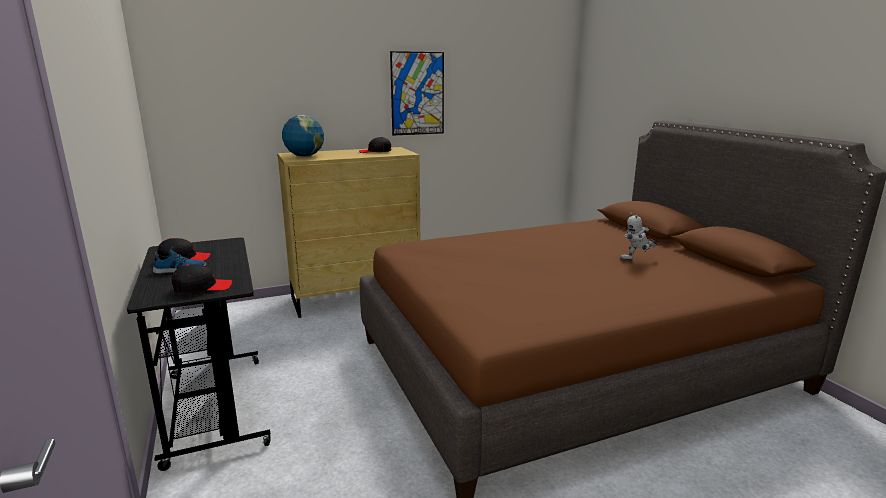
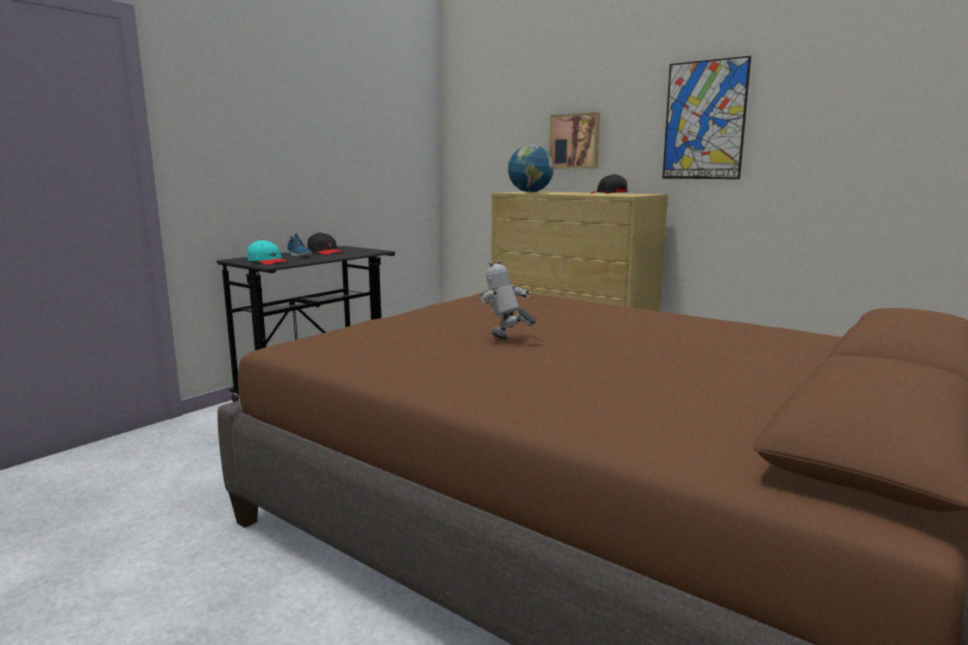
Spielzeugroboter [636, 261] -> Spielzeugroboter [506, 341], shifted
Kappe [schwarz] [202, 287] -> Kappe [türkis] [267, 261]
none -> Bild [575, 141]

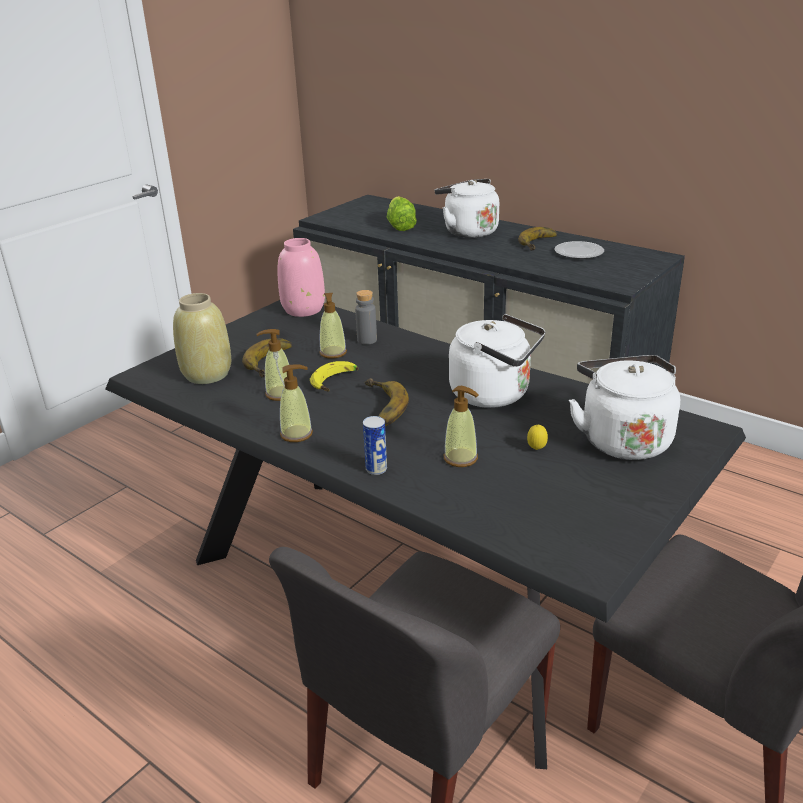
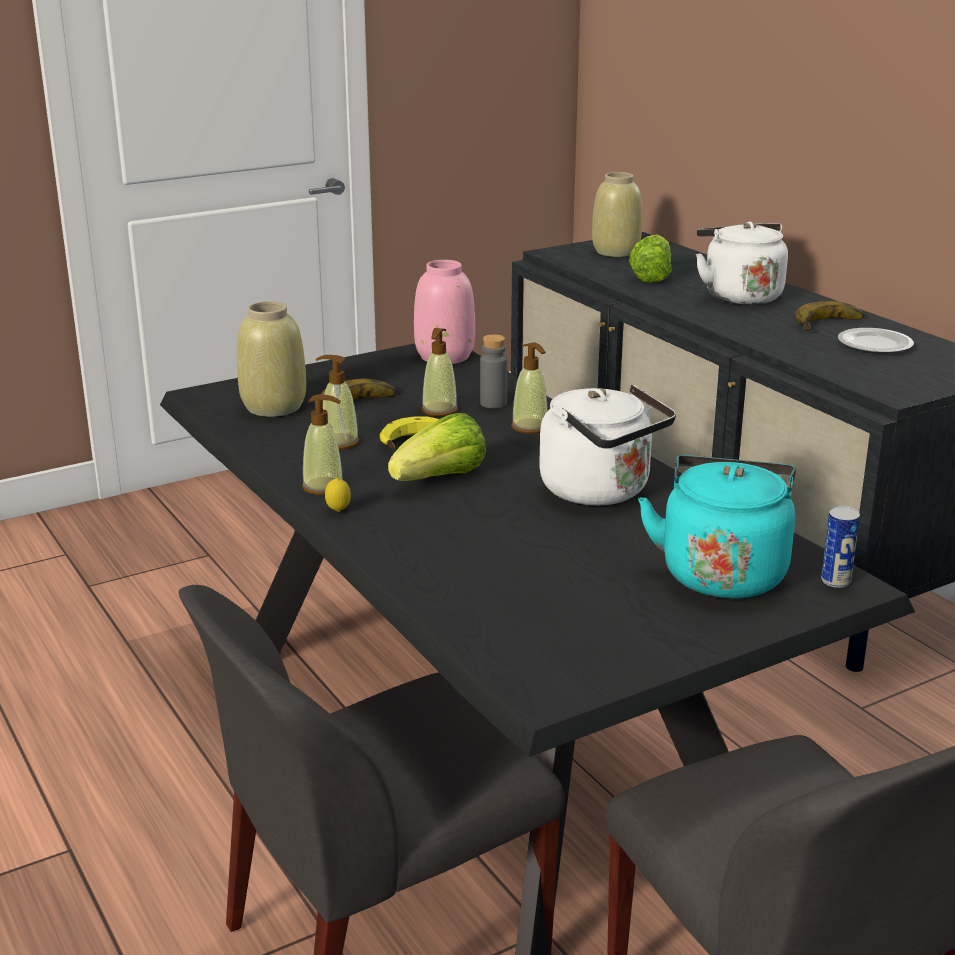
Wasserkessel [weiß] [622, 439] -> Wasserkessel [türkis] [722, 572]
Banane [378, 408] -> Salatkopf [441, 479]
Seifenspender [461, 458] -> Seifenspender [530, 427], shifted
Dose [376, 469] -> Dose [835, 581], shifted
Zitrone [536, 449] -> Zitrone [338, 511], shifted
none -> Vase [beige] [616, 252]

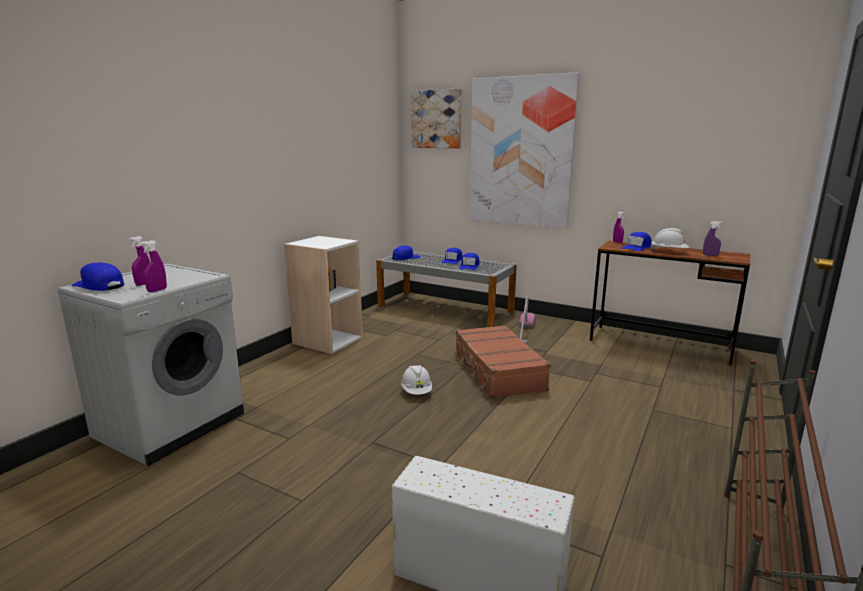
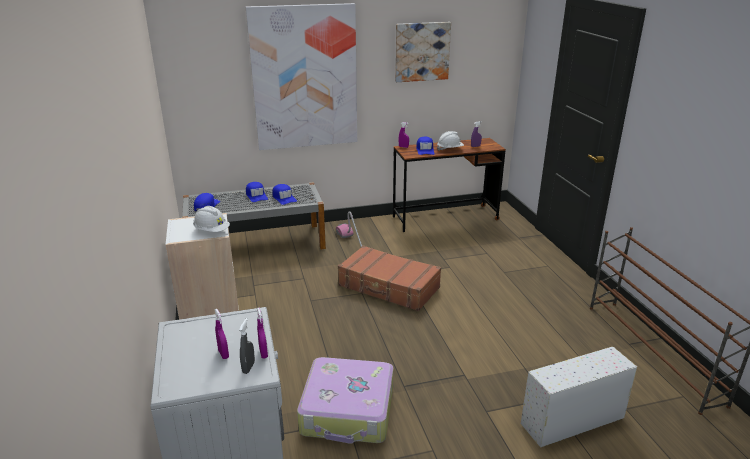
Bild [437, 119] -> Bild [422, 51], shifted
Kappe [blau] [99, 285] -> none
Schutzhelm [weiß] [416, 391] -> Schutzhelm [weiß] [212, 231], shifted
none -> Sprühflasche [grau] [248, 367]
none -> Koffer [348, 411]

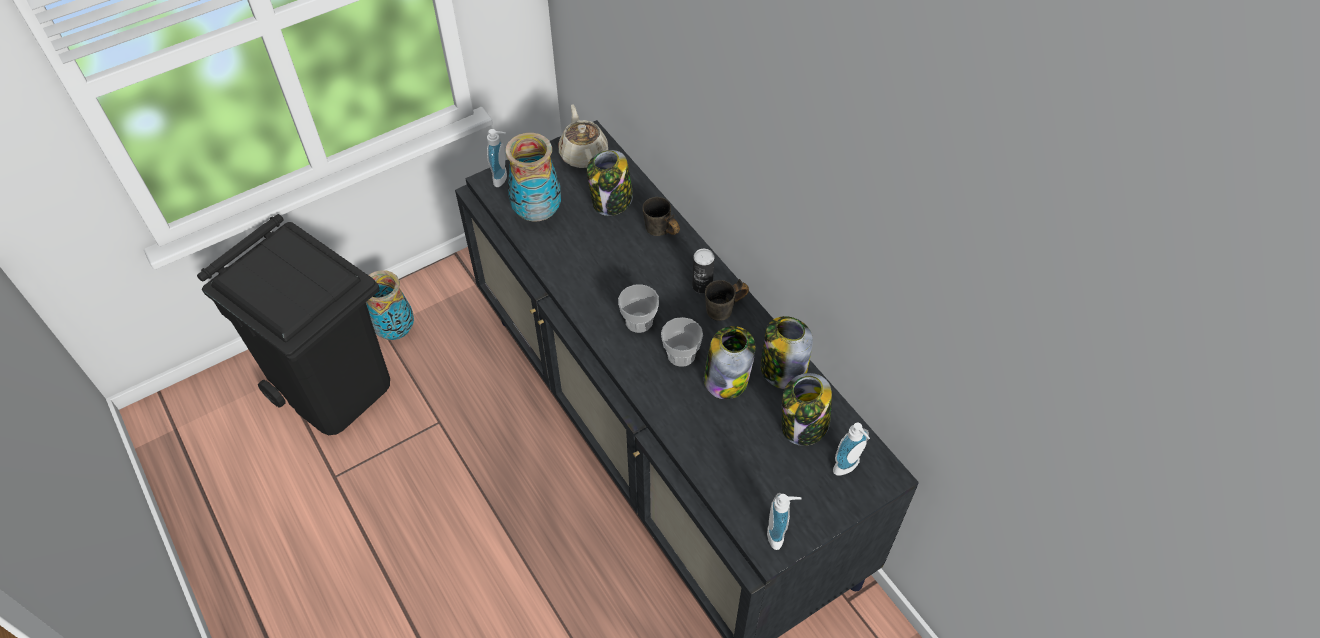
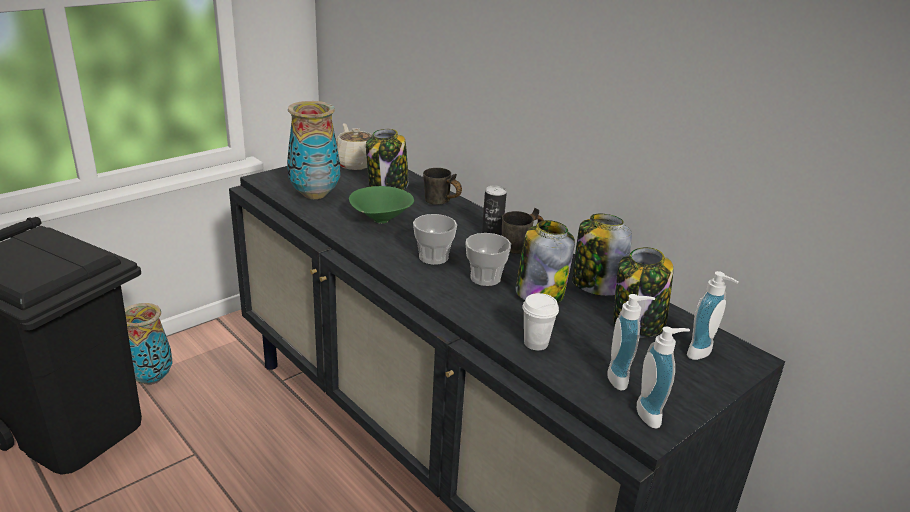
Seifenspender [503, 178] -> Seifenspender [622, 378], shifted
none -> Schüssel [grün] [380, 221]
none -> Tasse [weiß] [536, 343]

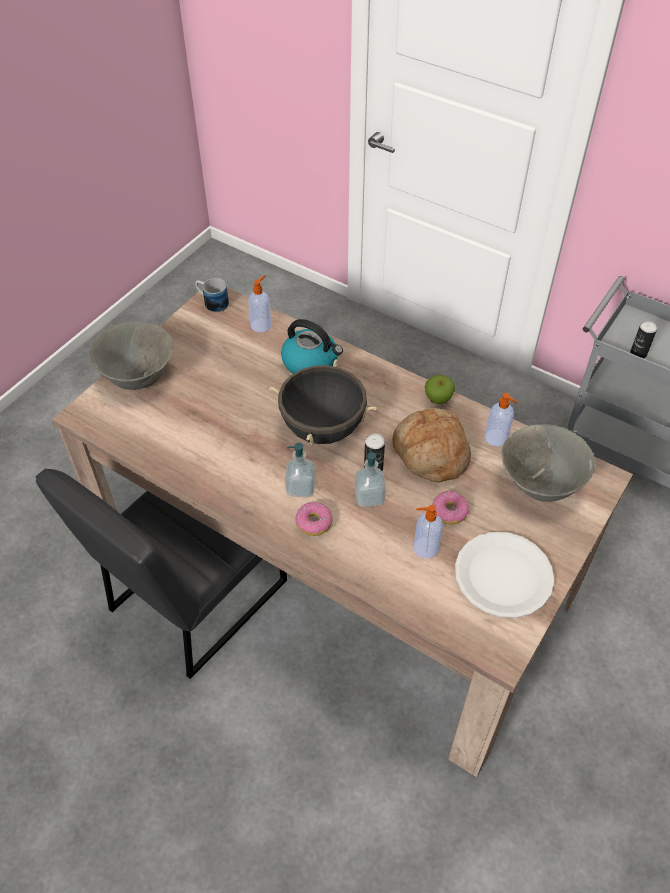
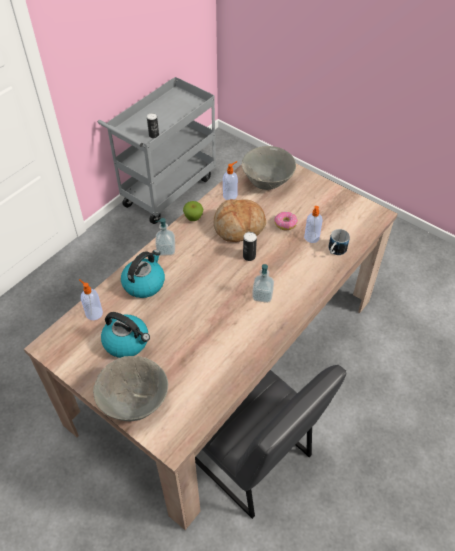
Henkelbecher [212, 302] -> Henkelbecher [335, 251], shifted
Kochtopf [schwarz] [323, 428] -> none
Seifenspender [369, 497] -> Seifenspender [166, 250], shifted
Donut [314, 523] -> none
Teller [weiß] [503, 575] -> none
none -> Wasserkessel [127, 342]

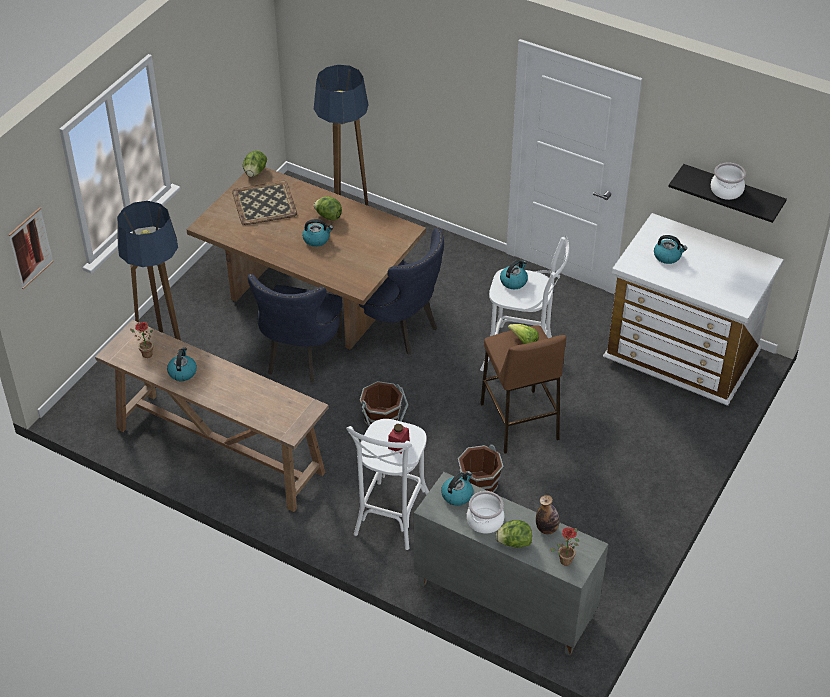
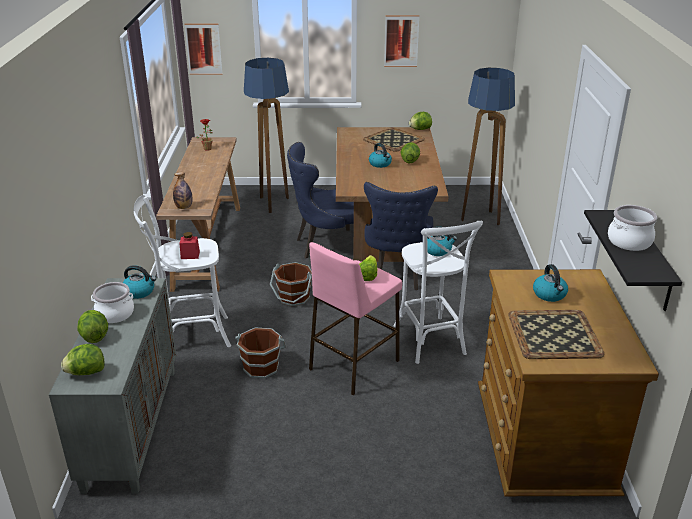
Kommode [weiß] [682, 357] -> Kommode [braun] [543, 442]
Hocker [braun] [519, 422] -> Hocker [rosa] [353, 365]
Wasserkessel [182, 372] -> none
Flasche [546, 529] -> Flasche [184, 207], shifted
Topfpflanze [566, 559] -> Salatkopf [86, 373]
none -> Bild [401, 41]
none -> Tablett [555, 335]

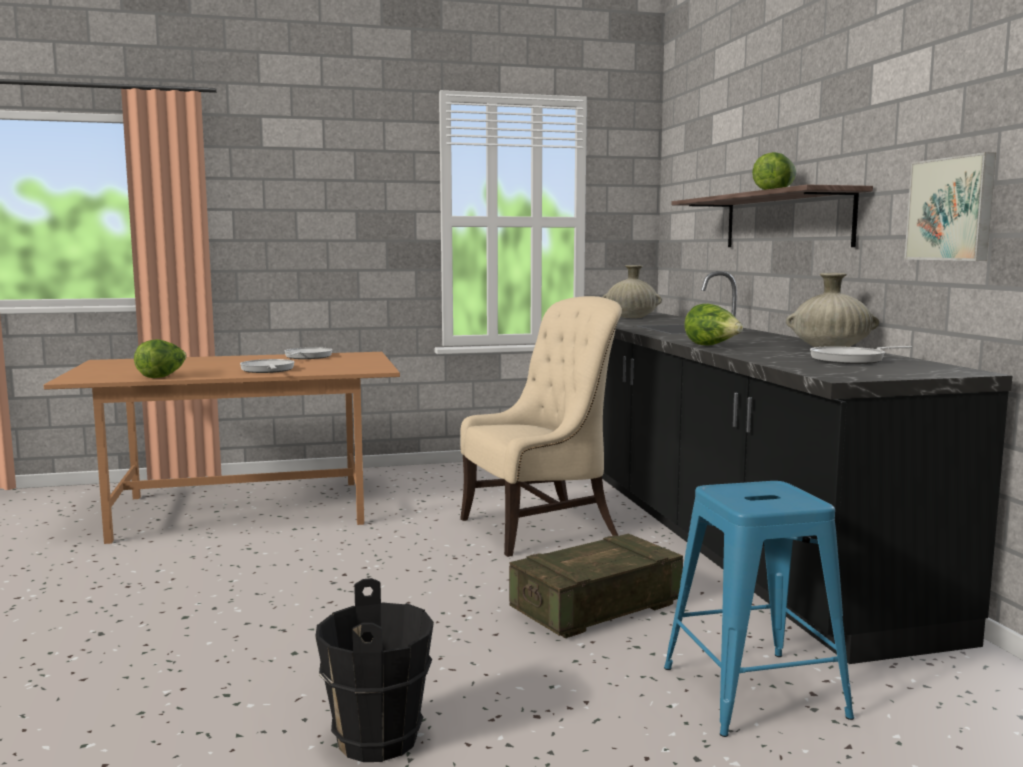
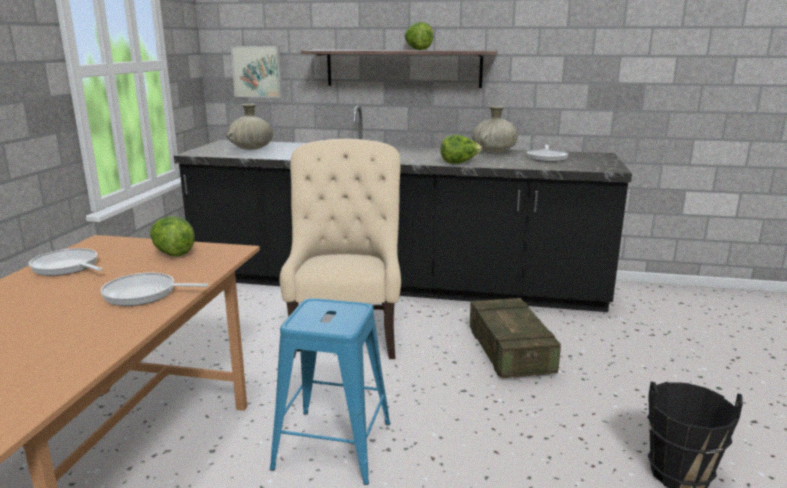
Bild [952, 209] -> Bild [258, 71], shifted
Salatkopf [162, 377] -> Salatkopf [172, 253], shifted
Hocker [blau] [753, 691] -> Hocker [blau] [333, 445], shifted

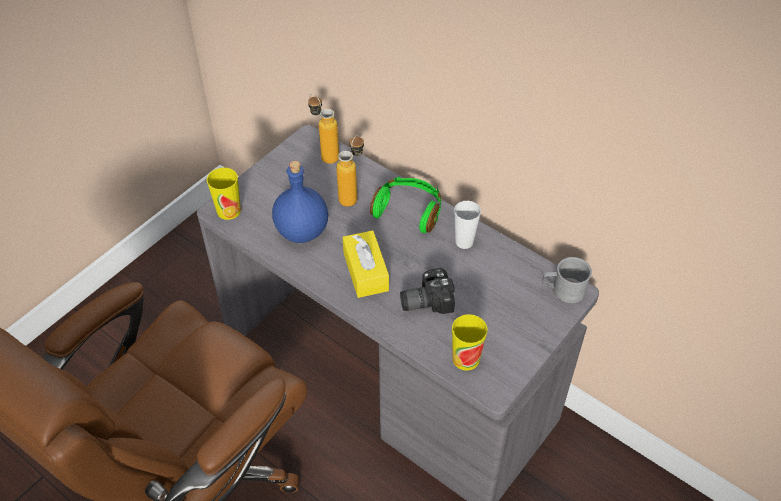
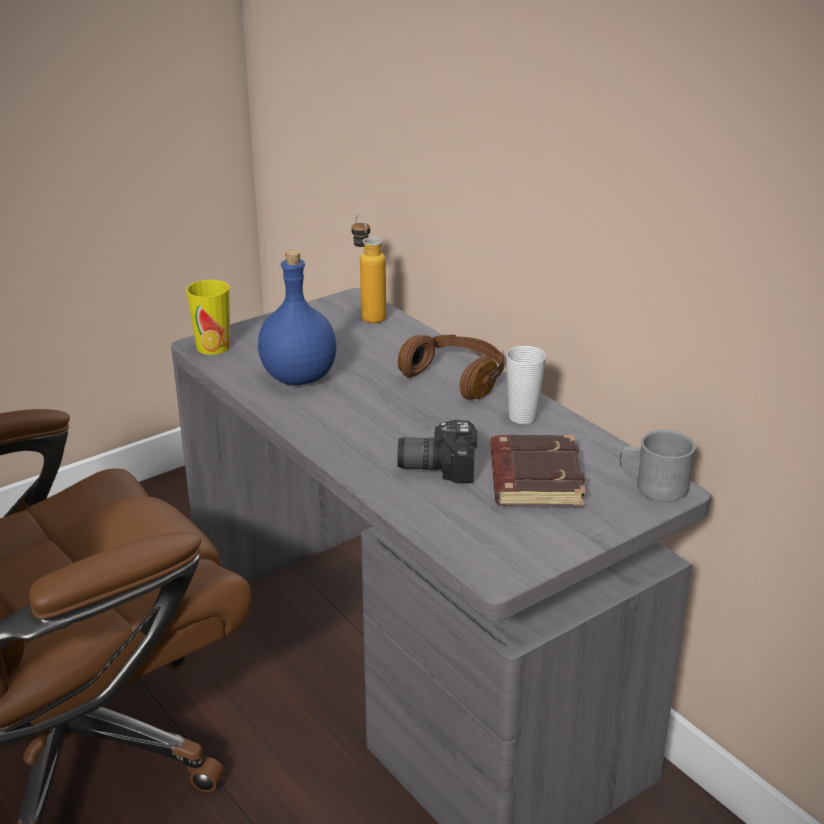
Flasche [352, 196] -> none
Kopfhörer [grün] [408, 210] -> Kopfhörer [braun] [456, 378]
Taschentuchbox [gelb] [365, 271] -> none
Tasse [466, 359] -> none
none -> Buch [braun] [533, 478]

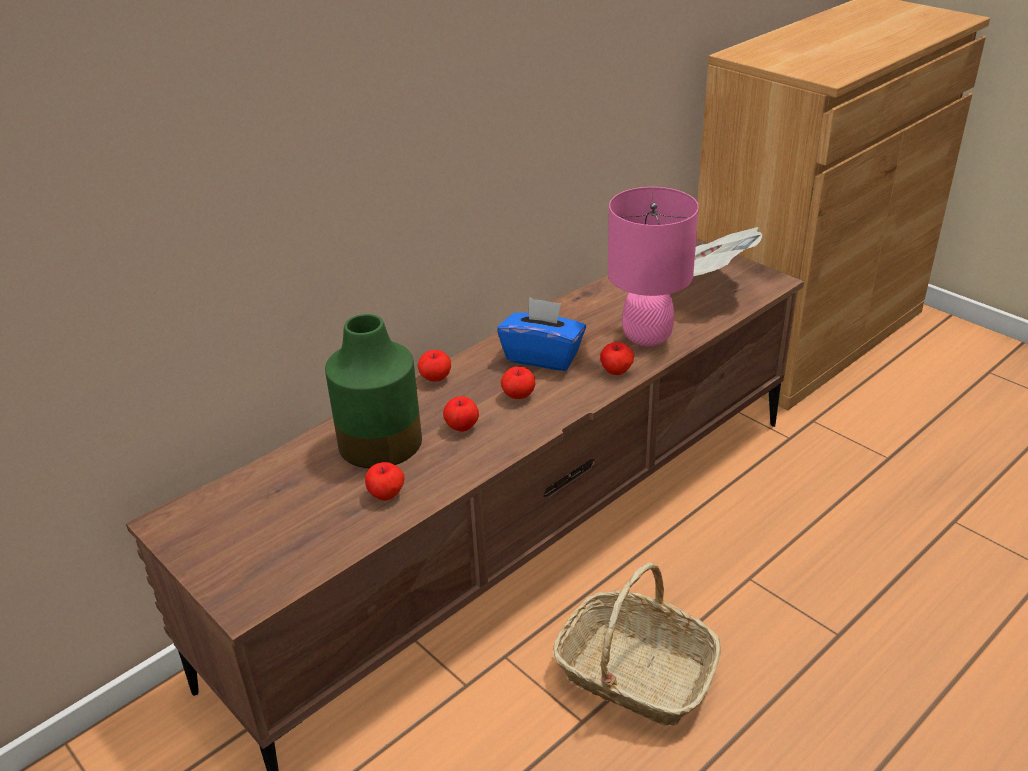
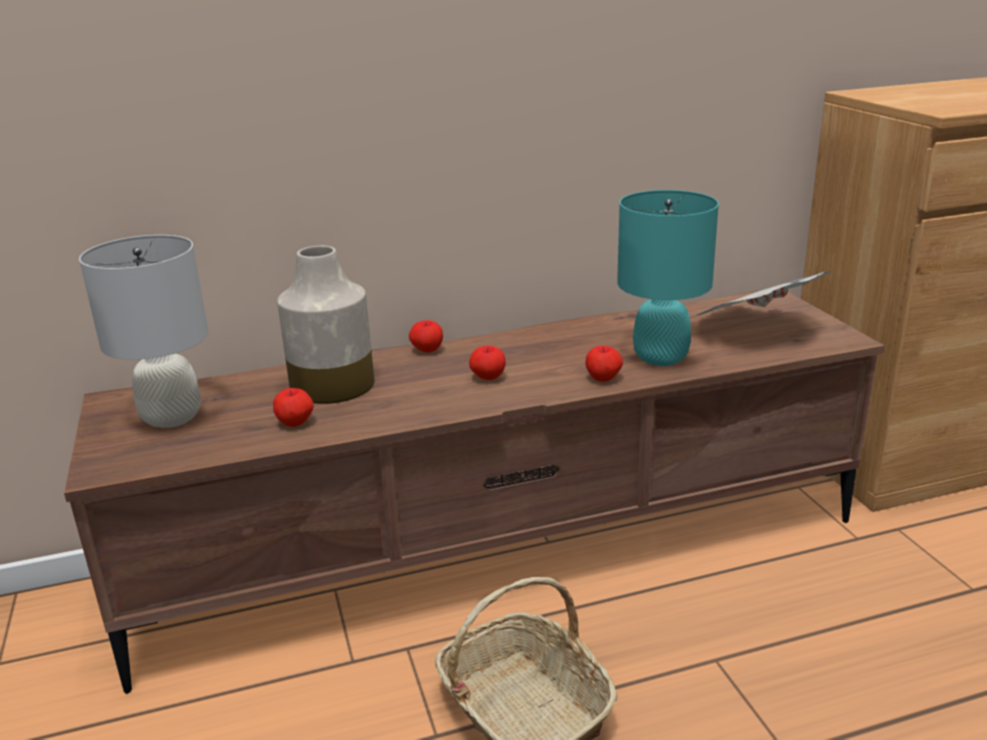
Tischlampe [rosa] [644, 338] -> Tischlampe [türkis] [658, 359]
Taschentuchbox [blau] [543, 356] -> none
Vase [grün] [379, 441] -> Vase [beige] [331, 384]
Apfel [462, 426] -> none
none -> Tischlampe [grau] [169, 419]

